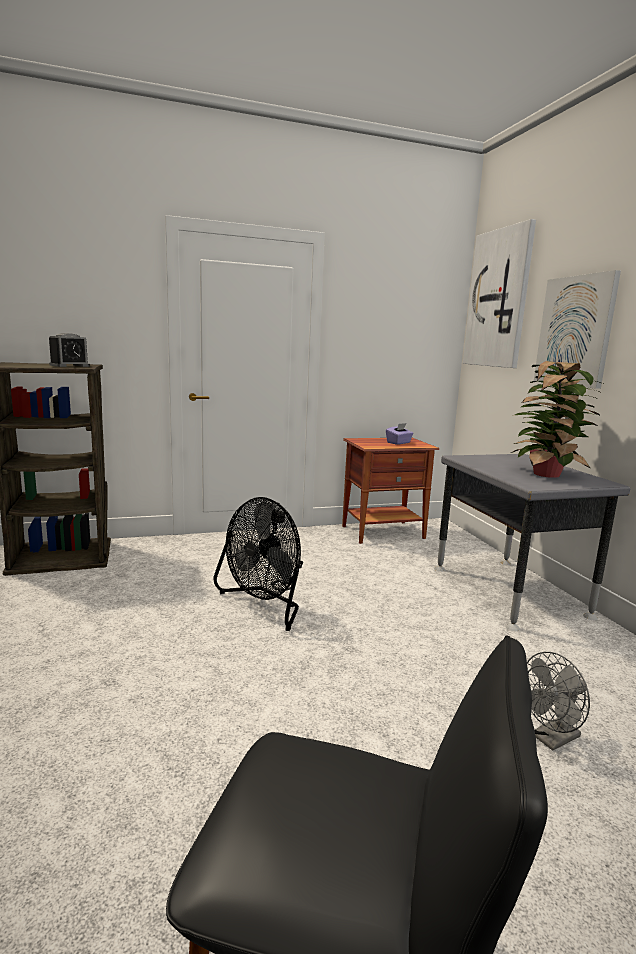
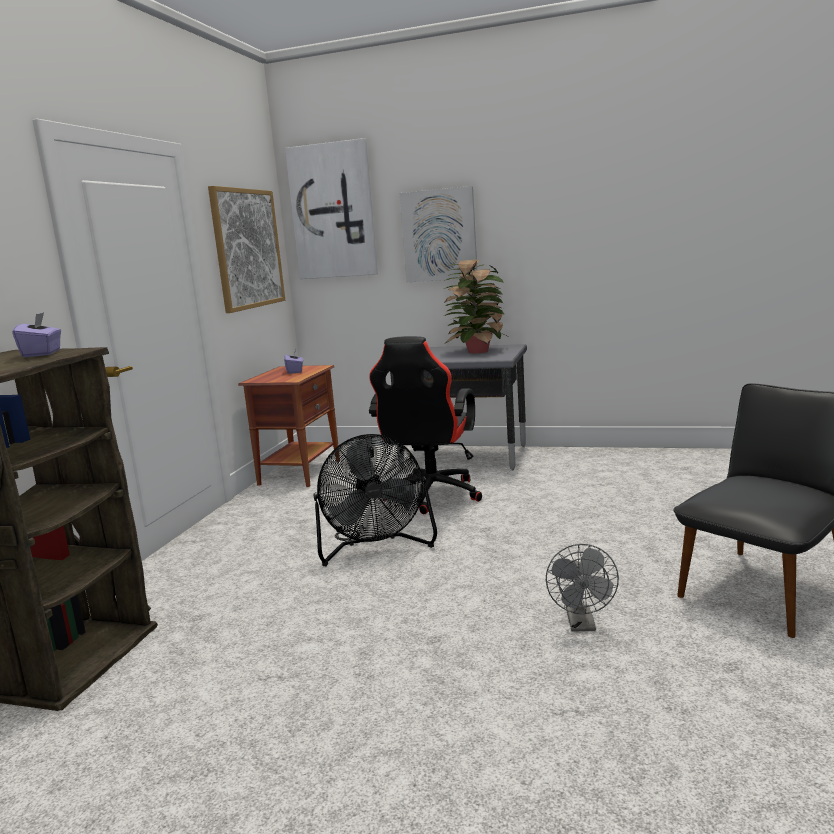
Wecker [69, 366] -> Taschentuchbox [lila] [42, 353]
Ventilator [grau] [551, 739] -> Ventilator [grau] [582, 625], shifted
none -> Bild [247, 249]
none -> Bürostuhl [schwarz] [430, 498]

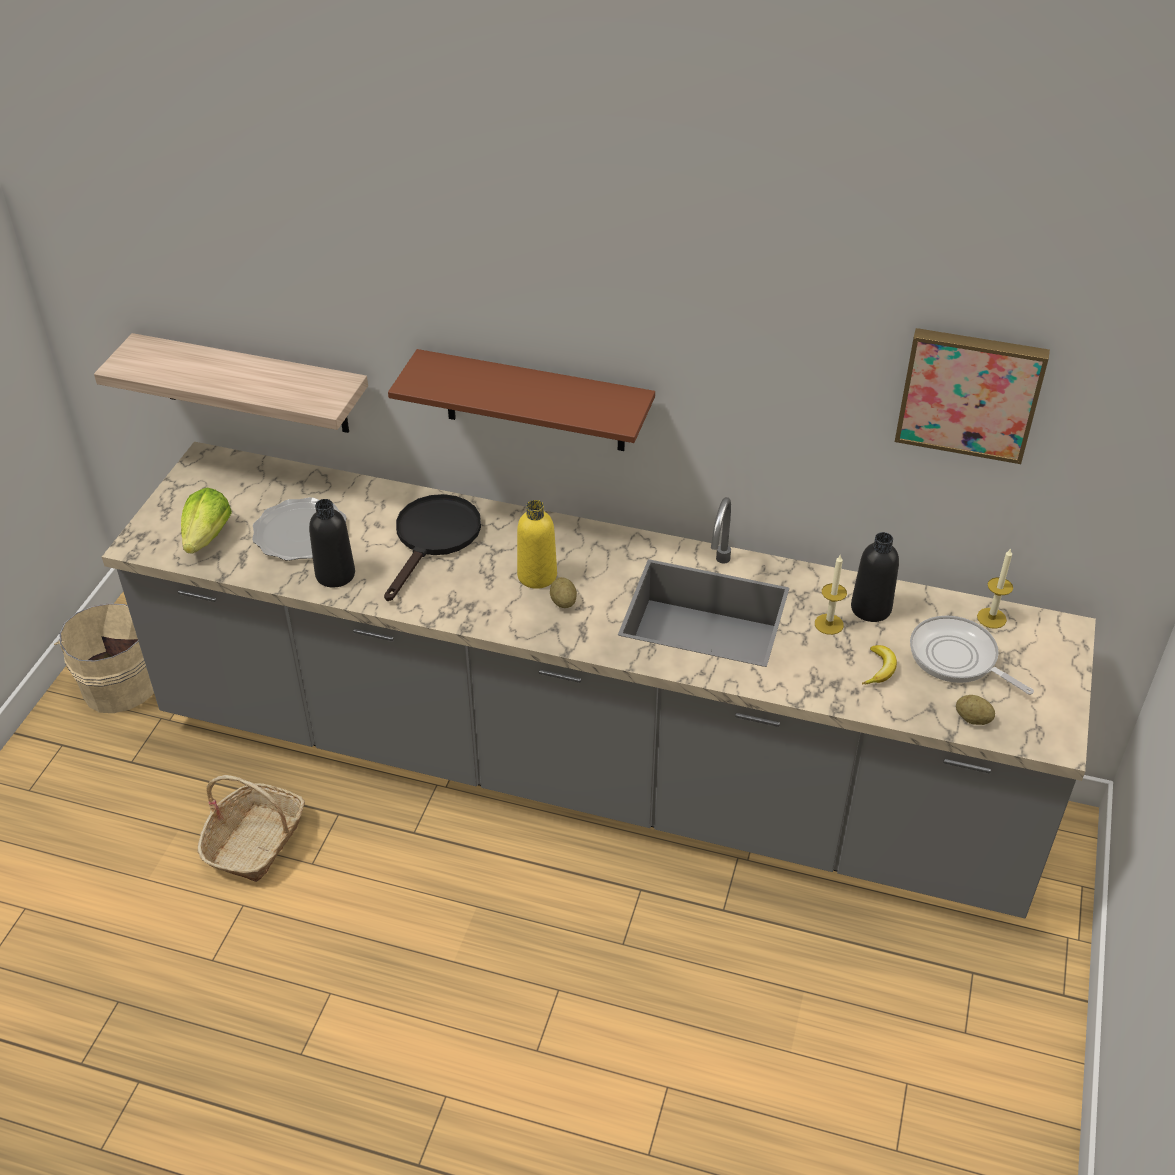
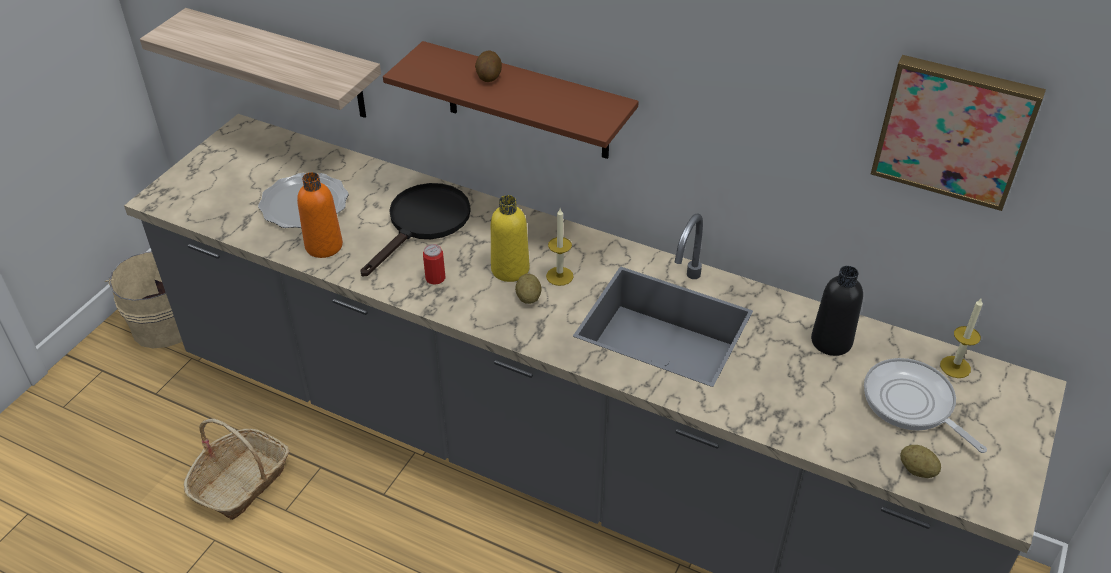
Salatkopf [208, 537] -> none
Flasche [schwarz] [335, 574] -> Flasche [orange] [324, 246]
Kerze [829, 624] -> Kerze [559, 276], shifted
Banane [879, 669] -> none
none -> Kartoffel [488, 76]
none -> Dose [435, 278]

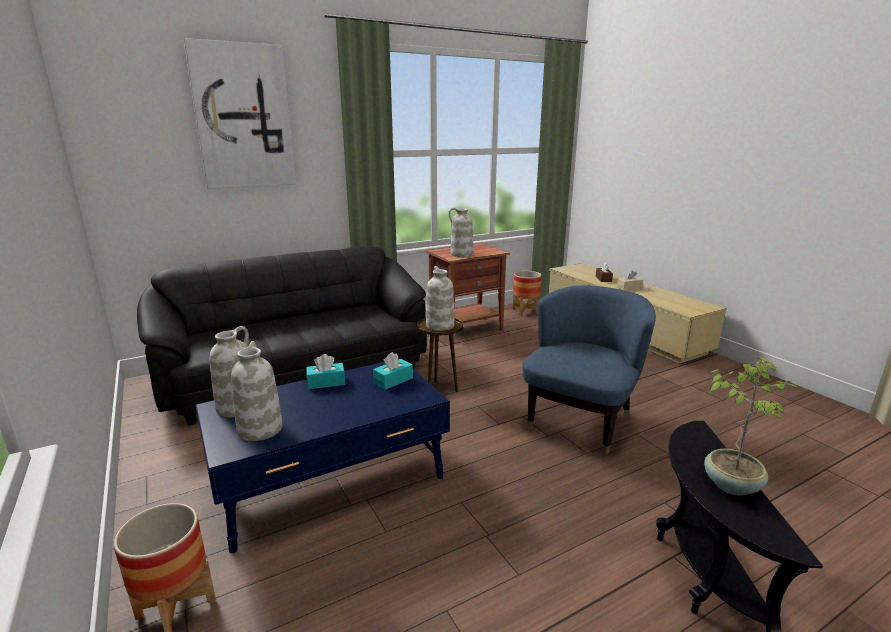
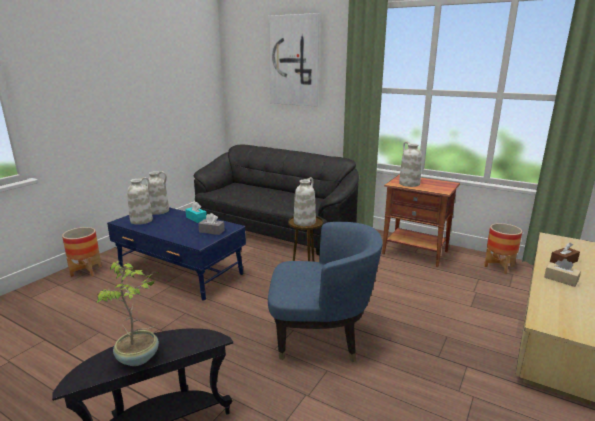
Taschentuchbox [türkis] [393, 380] -> Taschentuchbox [grau] [211, 231]

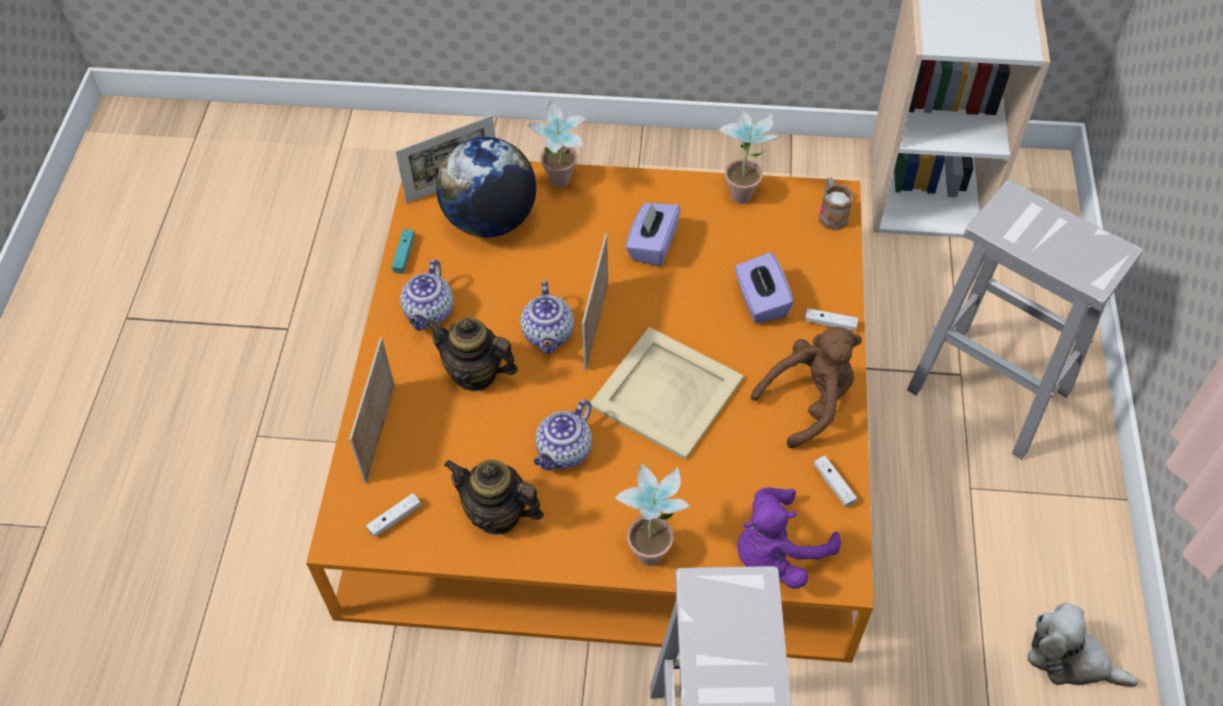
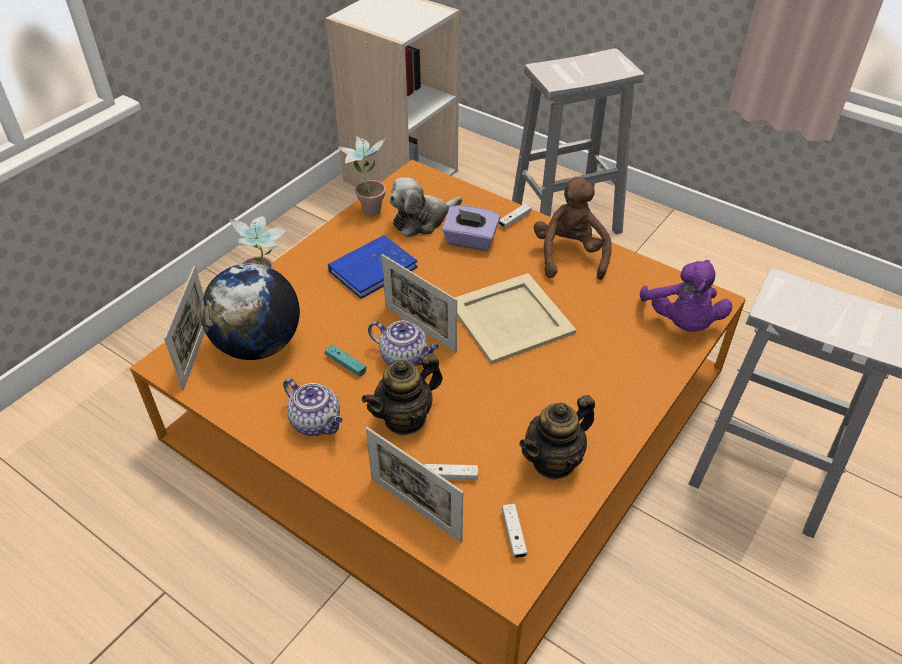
Henkelbecher [831, 213] -> none
Taschentuchbox [lila] [652, 245] -> Buch [blau] [373, 269]
Gamepad [türkis] [404, 254] -> Gamepad [türkis] [346, 364], shifted
Teekanne [564, 452] -> none
Gamepad [weiß] [834, 484] -> Gamepad [weiß] [450, 476], shifted
Topfpflanze [652, 545] -> none
Plüschtier [1070, 659] -> Plüschtier [422, 220], shifted

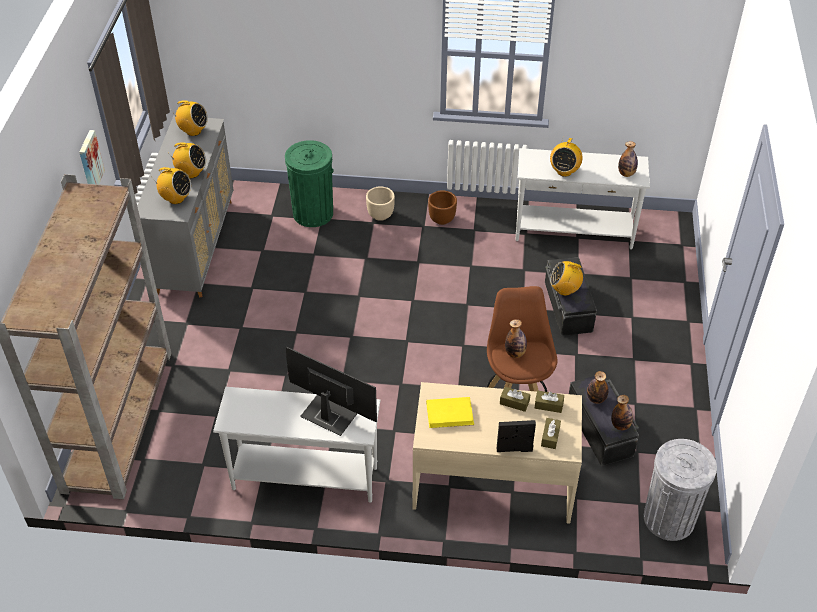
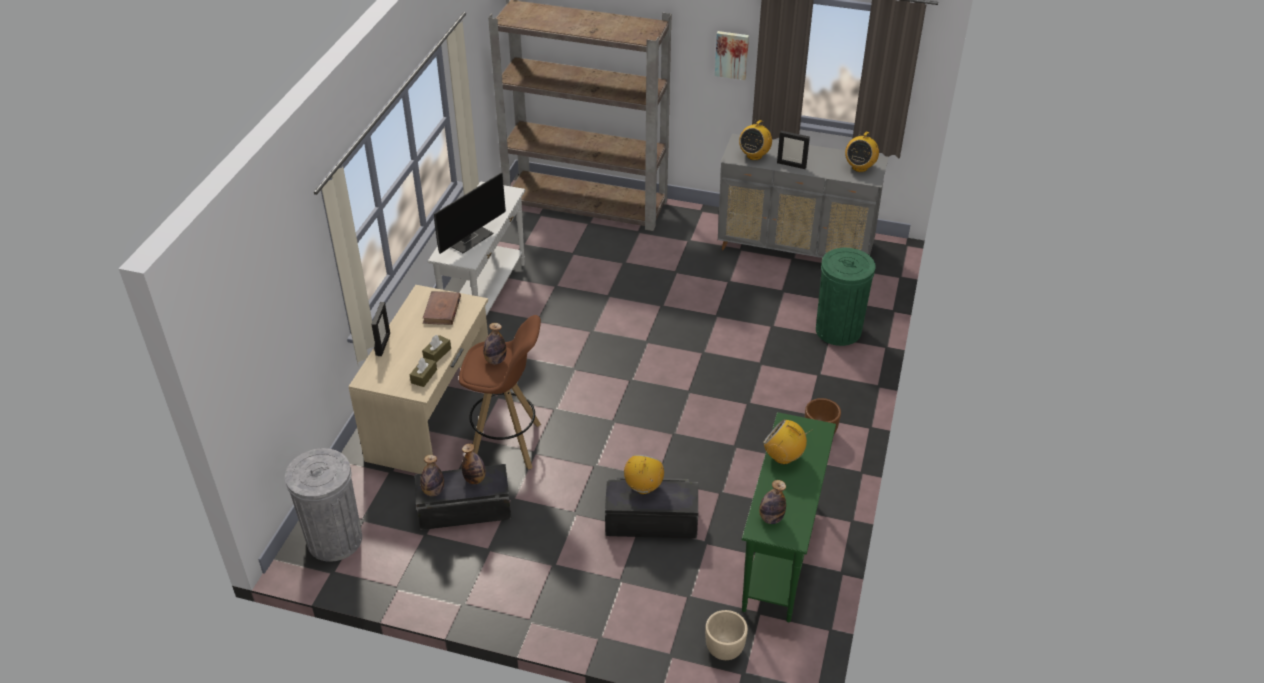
Radio [191, 173] -> Bilderrahmen [791, 164]
Konsolentisch [weiß] [574, 232] -> Konsolentisch [grün] [782, 556]
Pflanzkübel [beige] [381, 215] -> Pflanzkübel [beige] [724, 650], shifted
Buch [gelb] [450, 414] -> Buch [braun] [442, 310]
Taschentuchbox [braun] [550, 437] -> none

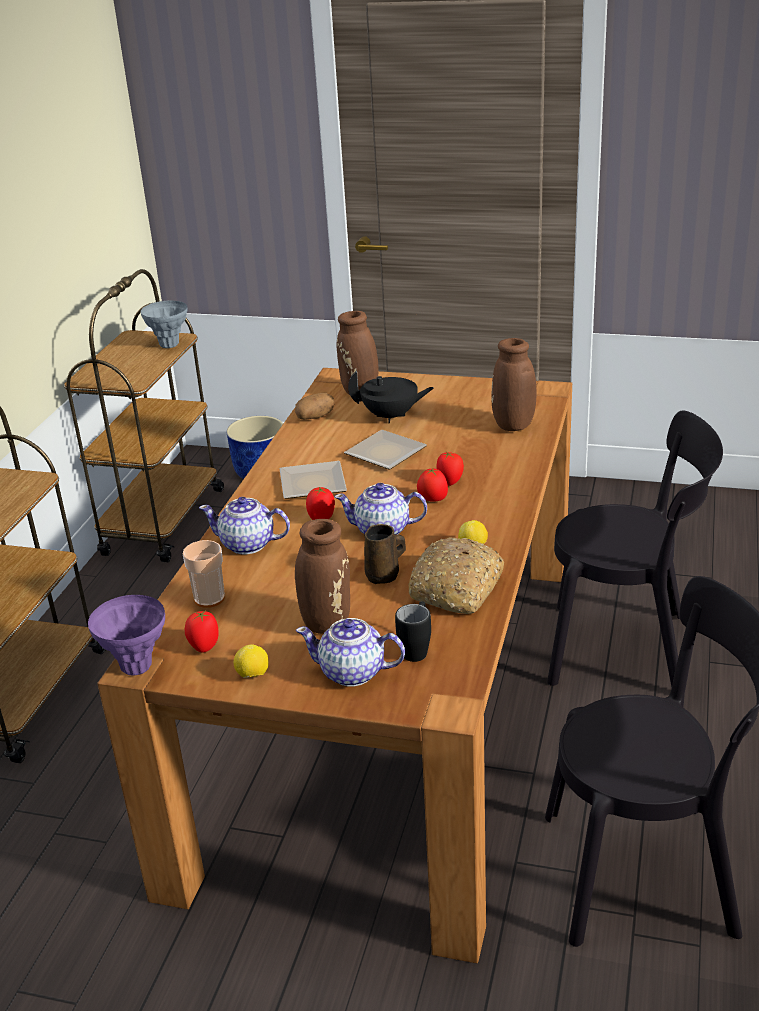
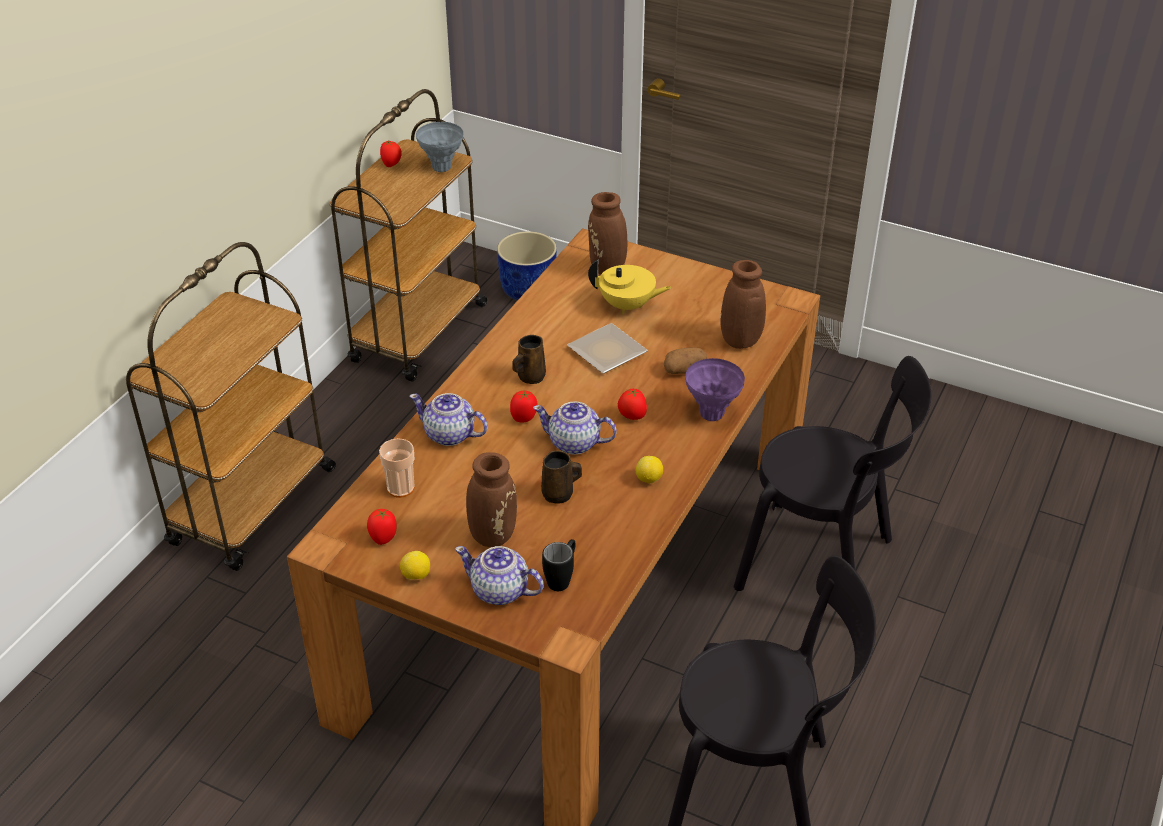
Teekanne [schwarz] [391, 416] -> Teekanne [gelb] [627, 306]
Kartoffel [315, 417] -> Kartoffel [684, 370], shifted
Tomate [450, 482] -> Tomate [391, 164], shifted
Teller [315, 485] -> Henkelbecher [braun] [530, 377]
Brot [457, 588] -> none
Vase [lila] [137, 667] -> Vase [lila] [712, 414], shifted

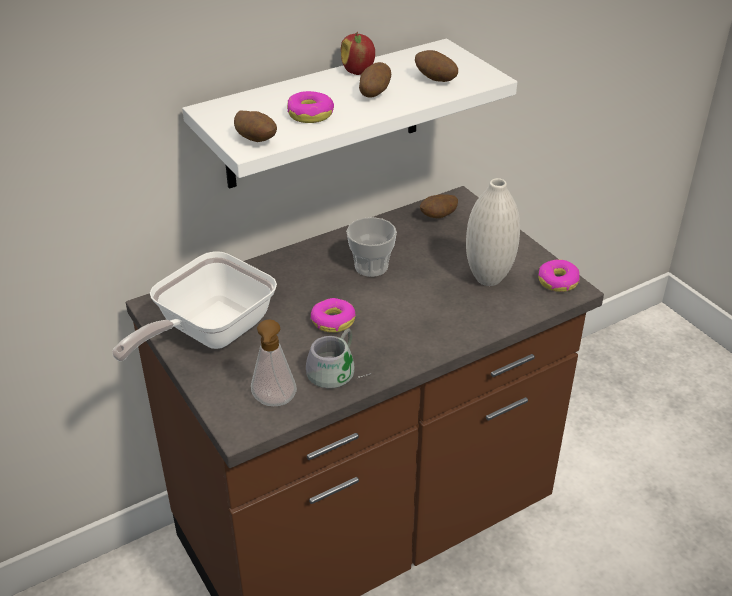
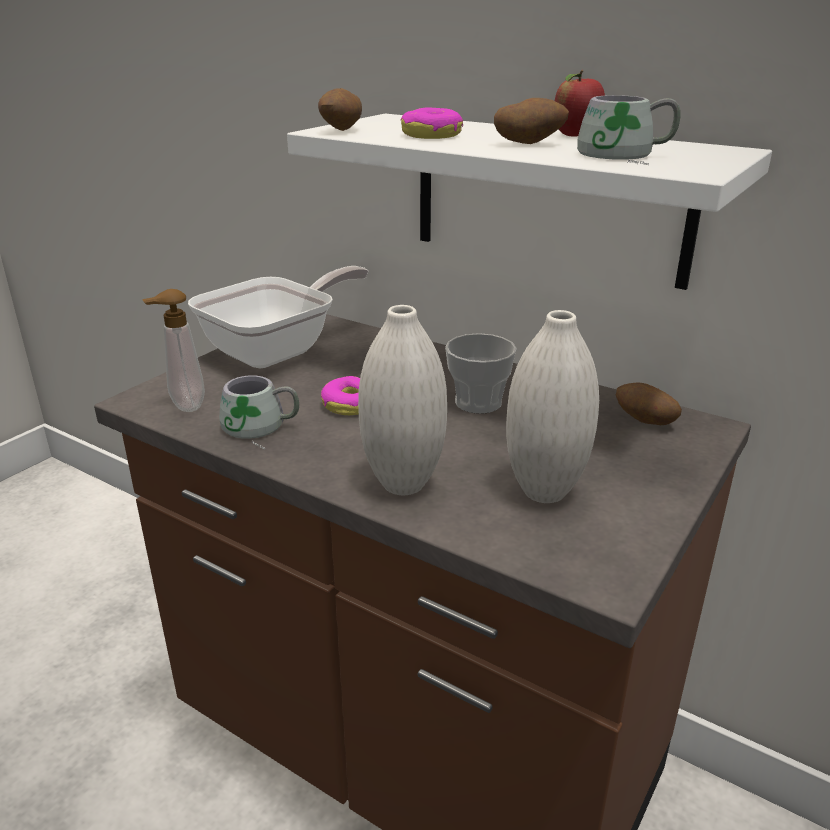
Kartoffel [435, 80] -> Henkelbecher [grau] [624, 156]
Pfanne [207, 334] -> Pfanne [279, 350], 120 degrees clockwise
Donut [557, 281] -> none
none -> Vase [weiß] [403, 484]

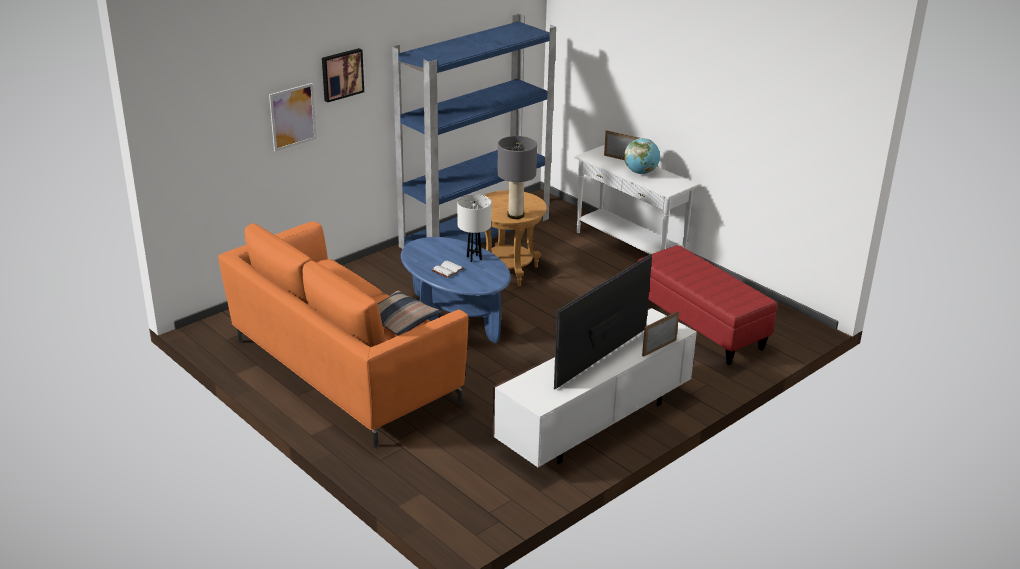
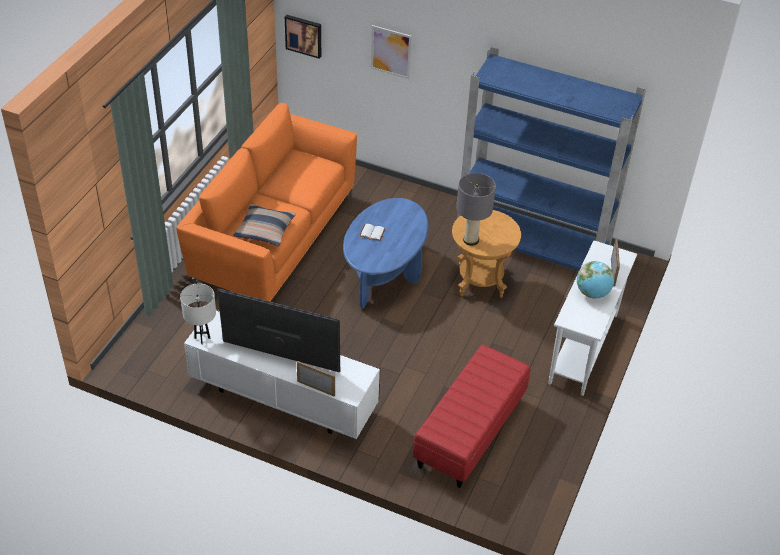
Bild [341, 74] -> Bild [304, 35], shifted
Tischlampe [weiß] [474, 258] -> Tischlampe [weiß] [202, 338], shifted

